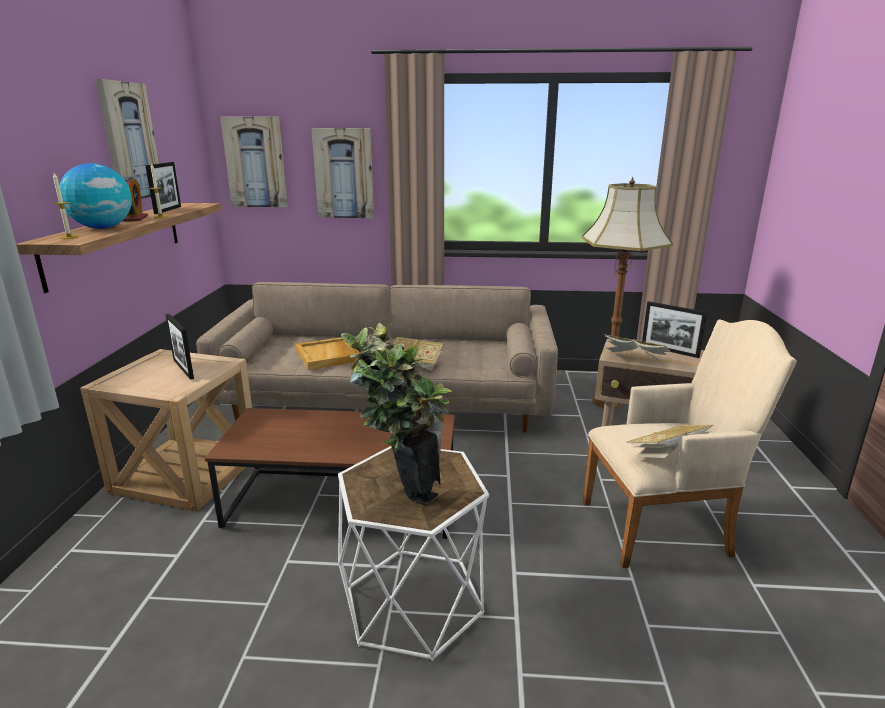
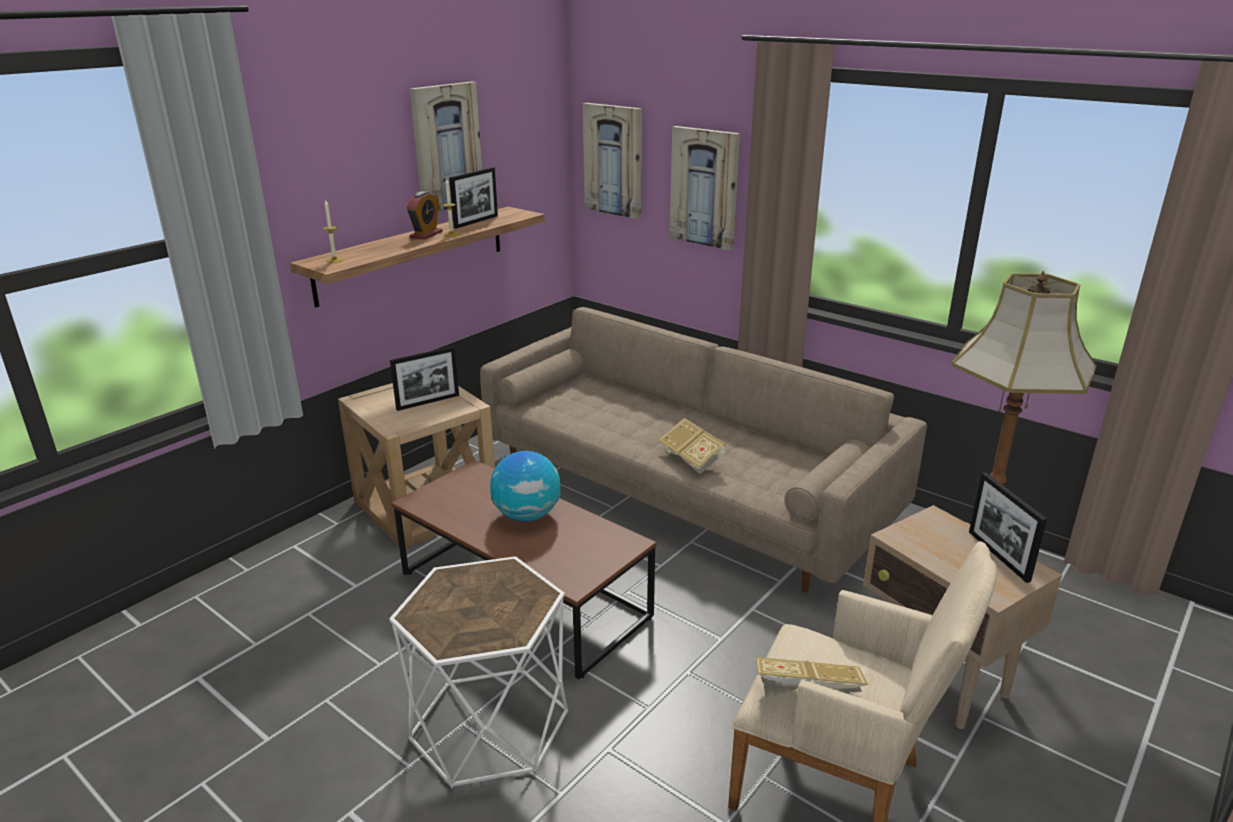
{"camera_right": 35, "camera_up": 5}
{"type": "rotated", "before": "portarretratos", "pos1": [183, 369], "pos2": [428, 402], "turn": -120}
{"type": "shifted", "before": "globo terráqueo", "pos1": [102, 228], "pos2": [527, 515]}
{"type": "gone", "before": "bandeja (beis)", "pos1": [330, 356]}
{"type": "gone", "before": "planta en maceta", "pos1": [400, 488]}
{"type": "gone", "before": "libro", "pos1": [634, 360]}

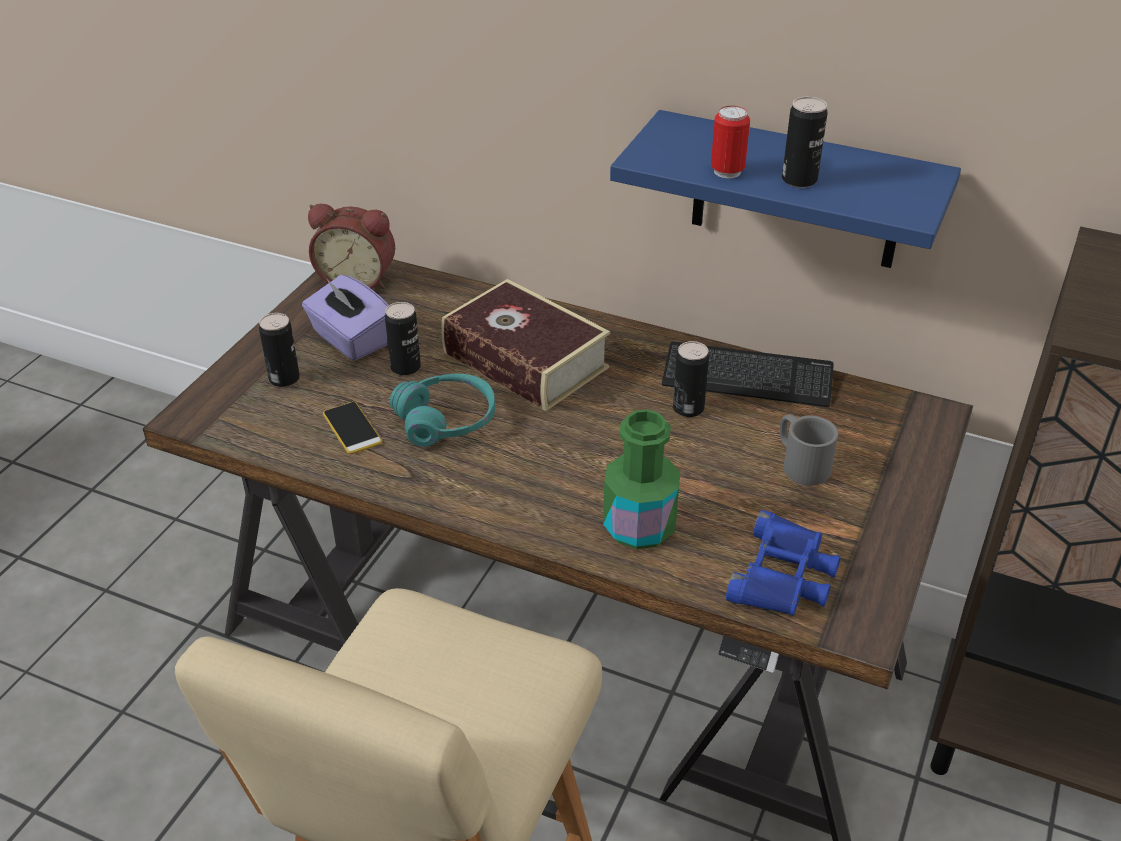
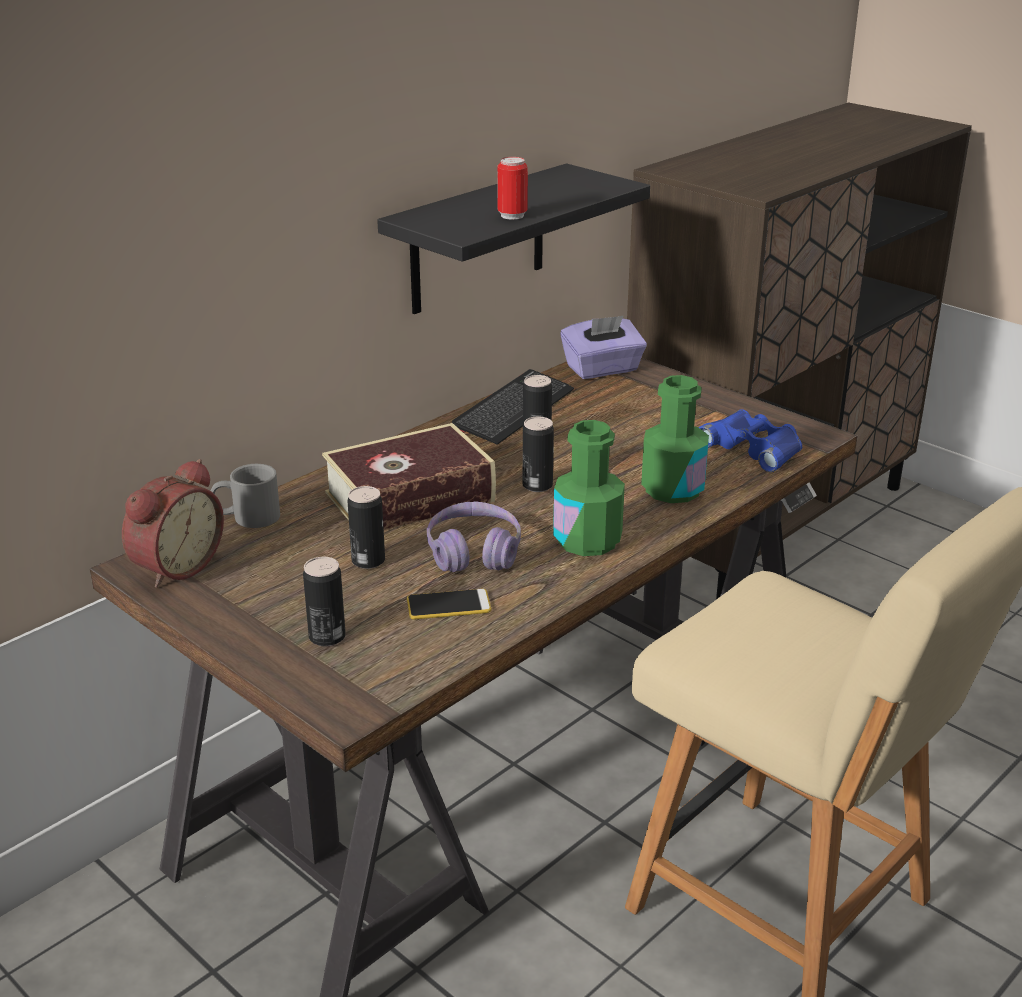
{"camera_right": -70, "camera_up": -10}
{"type": "shifted", "before": "taza grande (gris)", "pos1": [800, 463], "pos2": [246, 517]}
{"type": "repainted", "before": "estante (azul)", "after": "estante (negro)", "pos1": [796, 192], "pos2": [478, 240]}
{"type": "repainted", "before": "auriculares (turquesa)", "after": "auriculares (morado)", "pos1": [446, 421], "pos2": [474, 552]}
{"type": "shifted", "before": "lata", "pos1": [799, 180], "pos2": [537, 485]}
{"type": "new", "after": "botella (verde)", "pos2": [587, 540]}
{"type": "shifted", "before": "caja de pañuelos (morado)", "pos1": [350, 339], "pos2": [602, 369]}

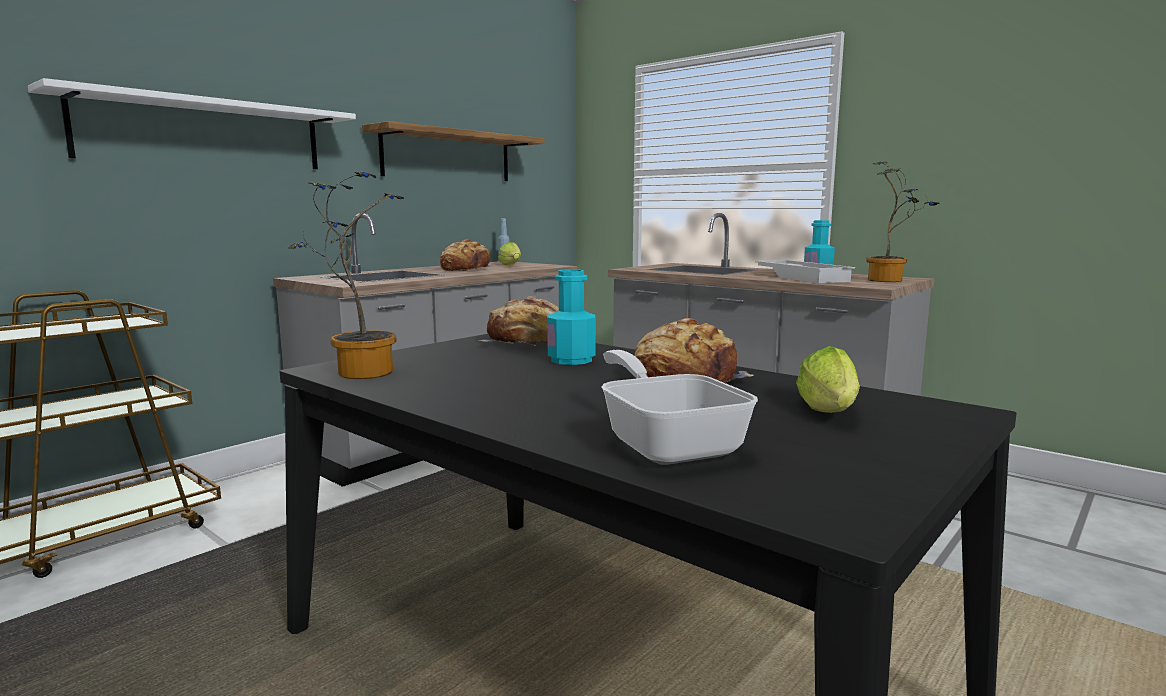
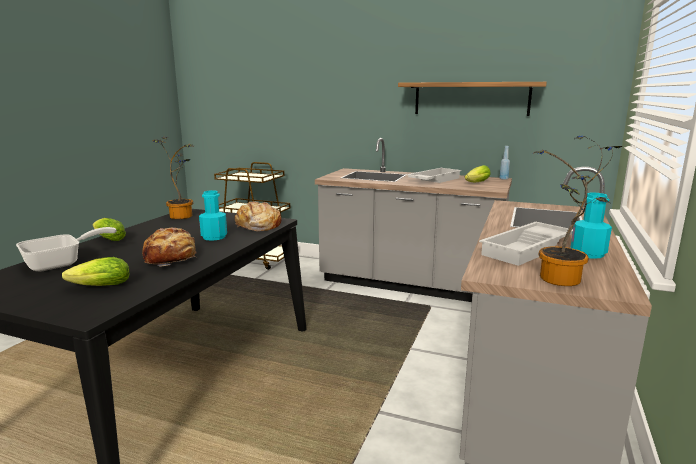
{"camera_right": 70, "camera_up": 5}
{"type": "new", "after": "lechuga", "pos2": [108, 239]}
{"type": "swapped", "before": "pan", "after": "bandeja (blanco)", "pos1": [466, 269], "pos2": [433, 180]}
{"type": "gone", "before": "estante (blanco)", "pos1": [205, 134]}

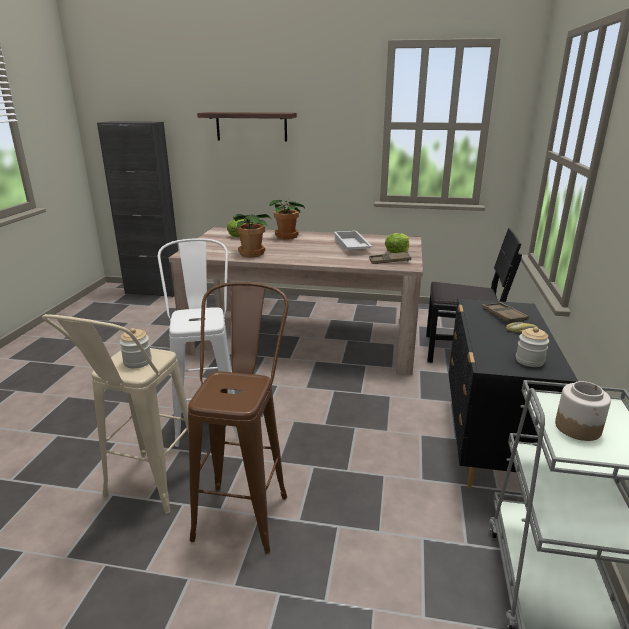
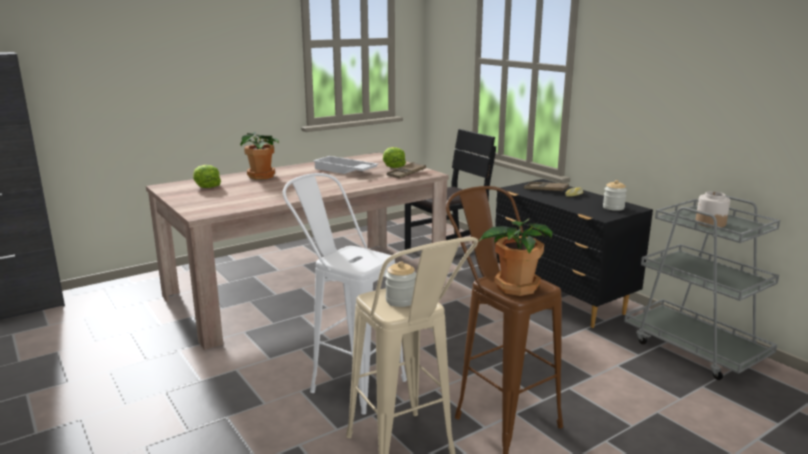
{"camera_right": -45, "camera_up": -5}
{"type": "shifted", "before": "planta en maceta", "pos1": [251, 253], "pos2": [515, 287]}
{"type": "gone", "before": "estante", "pos1": [251, 126]}

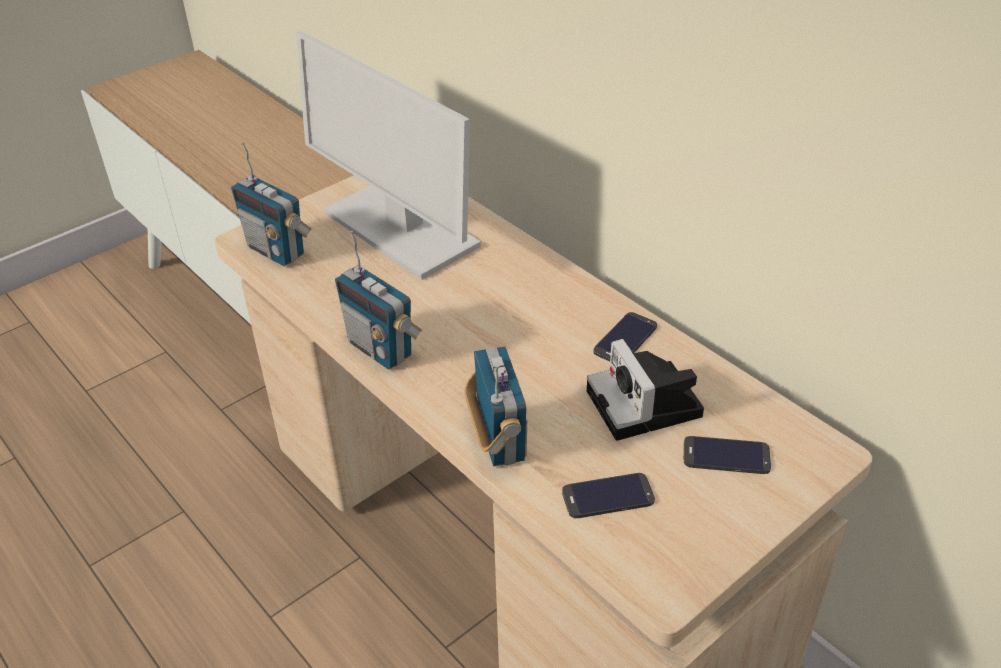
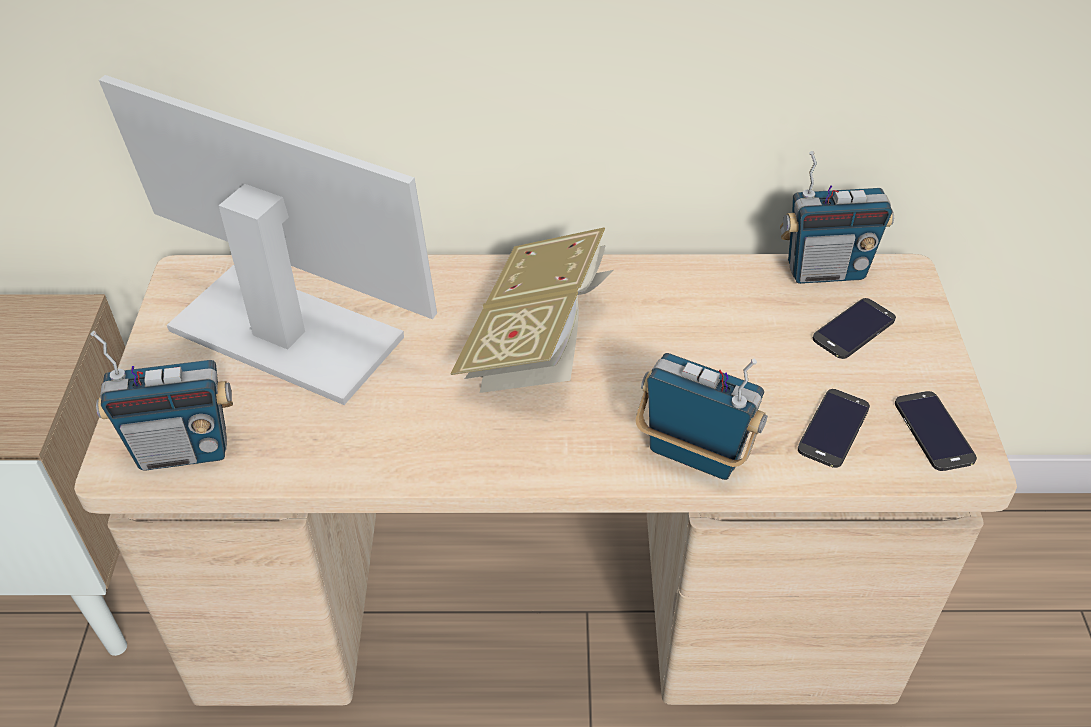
{"camera_right": -50, "camera_up": 5}
{"type": "rotated", "before": "monitor", "pos1": [398, 229], "pos2": [288, 334], "turn": -150}
{"type": "new", "after": "libro", "pos2": [537, 343]}
{"type": "shifted", "before": "radio", "pos1": [381, 349], "pos2": [825, 271]}
{"type": "shifted", "before": "móvil", "pos1": [625, 339], "pos2": [933, 431]}
{"type": "gone", "before": "cámara", "pos1": [647, 406]}

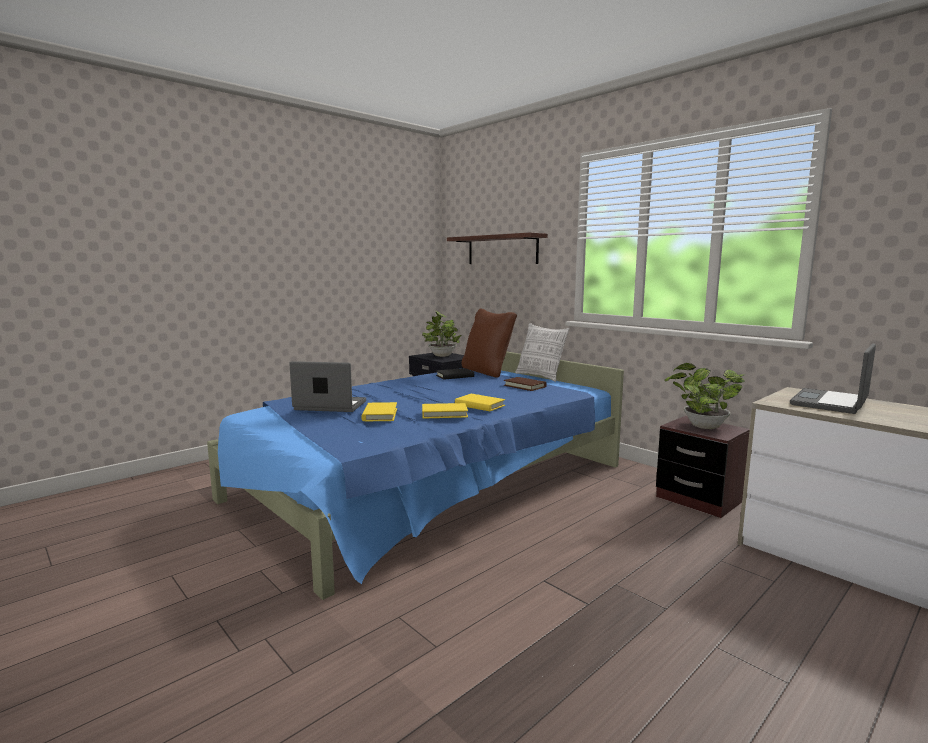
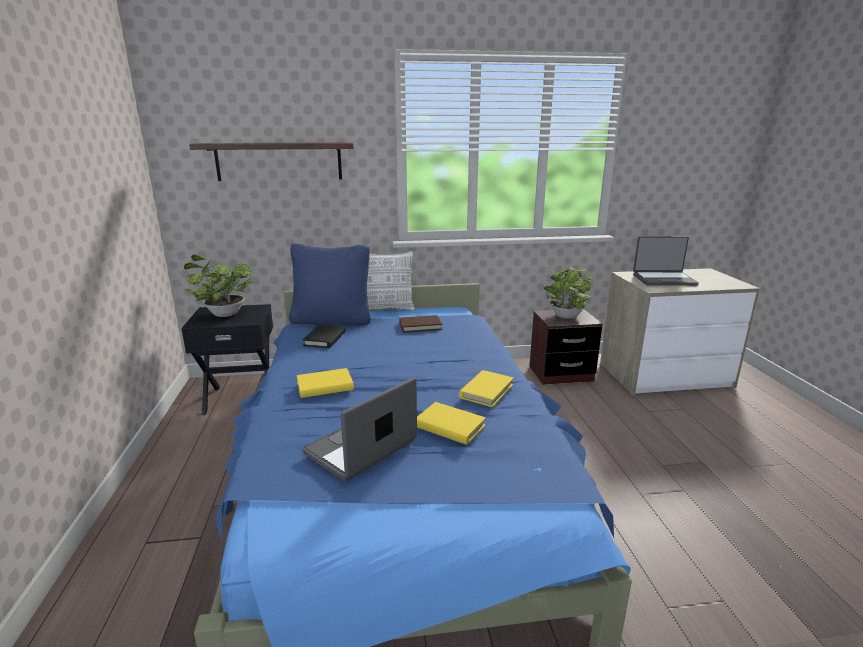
{"camera_right": -55, "camera_up": 10}
{"type": "repainted", "before": "cojín (marrón)", "after": "cojín (azul)", "pos1": [487, 371], "pos2": [332, 320]}
{"type": "shifted", "before": "libro (amarillo)", "pos1": [479, 405], "pos2": [325, 386]}
{"type": "rotated", "before": "portátil", "pos1": [831, 403], "pos2": [663, 279], "turn": -75}

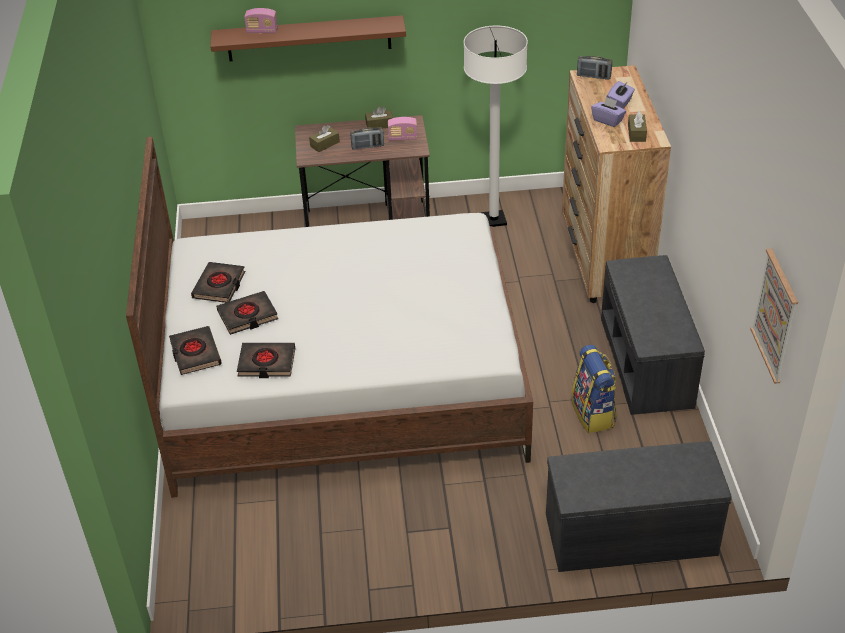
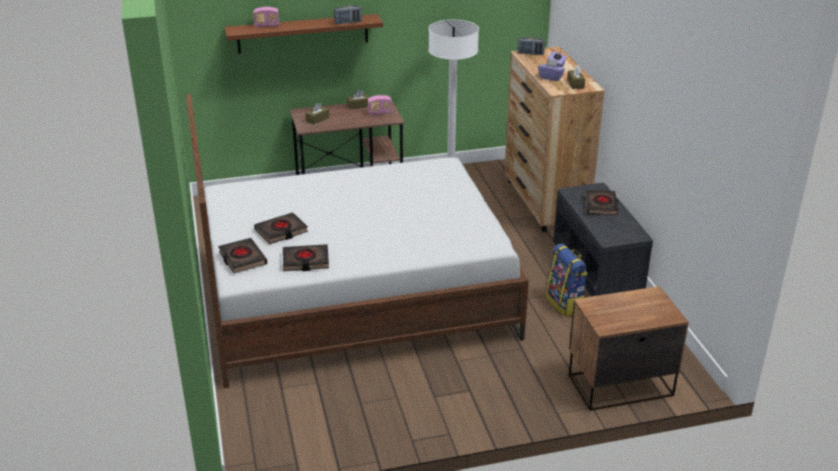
{"camera_right": -10, "camera_up": -10}
{"type": "shifted", "before": "radio", "pos1": [367, 146], "pos2": [348, 22]}
{"type": "swapped", "before": "banco (gris)", "after": "mesita de noche", "pos1": [629, 536], "pos2": [618, 384]}
{"type": "shifted", "before": "libro (negro)", "pos1": [219, 286], "pos2": [601, 205]}
{"type": "gone", "before": "cuadro", "pos1": [775, 316]}

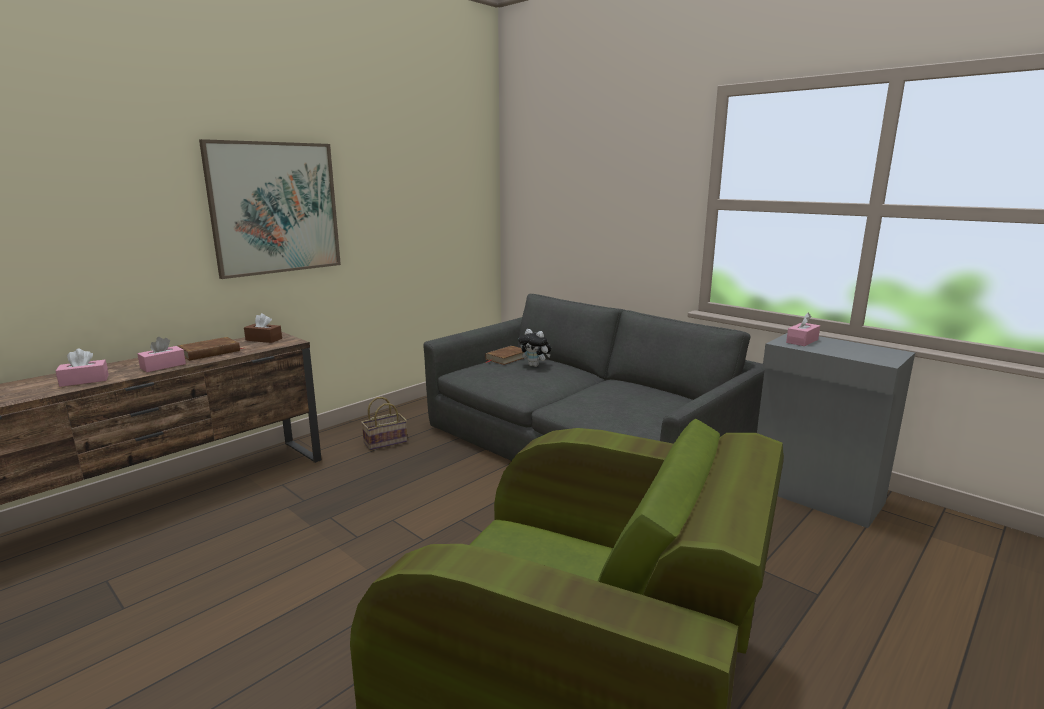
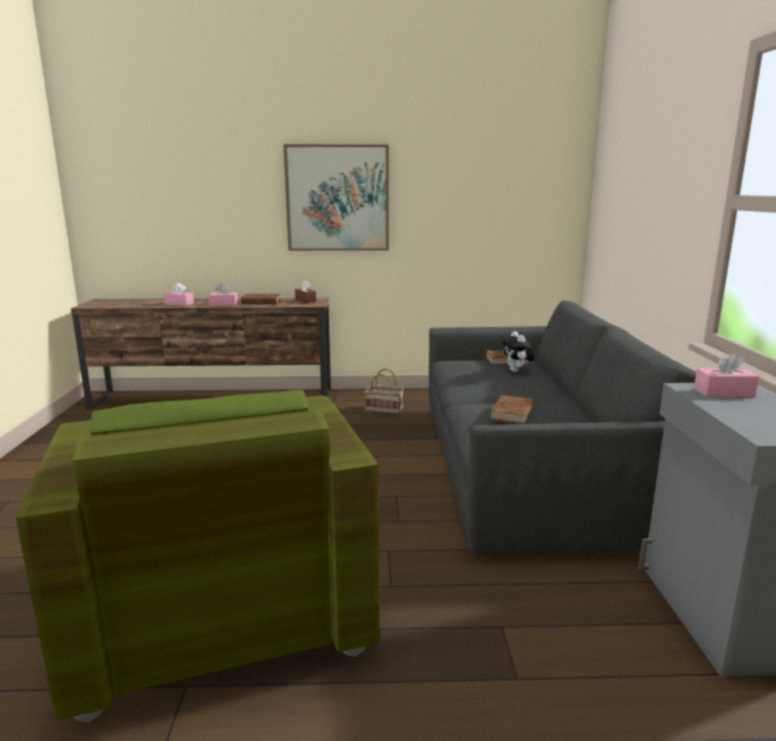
{"camera_right": 45, "camera_up": 0}
{"type": "new", "after": "libro (marrón)", "pos2": [511, 413]}

